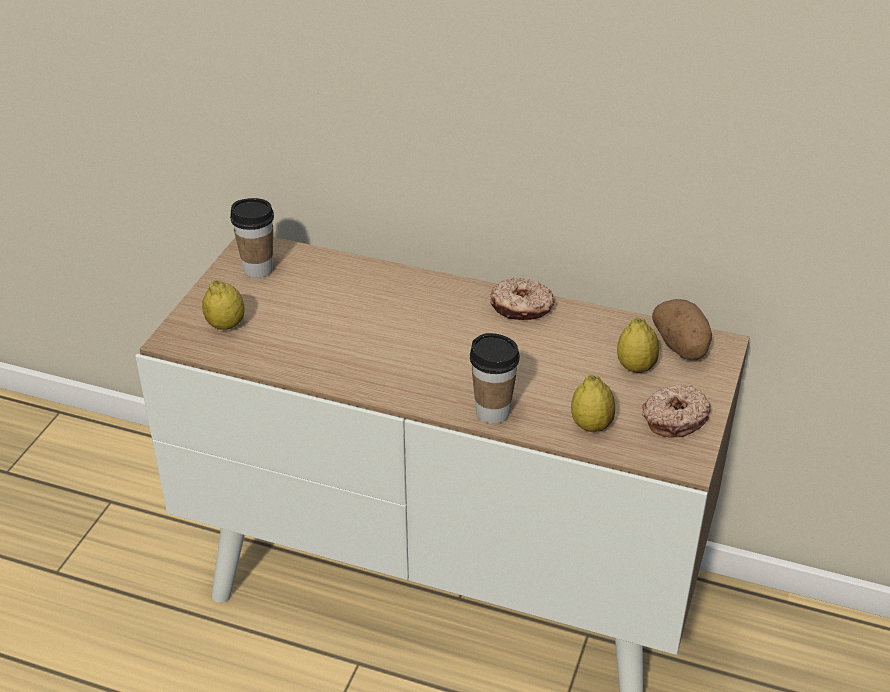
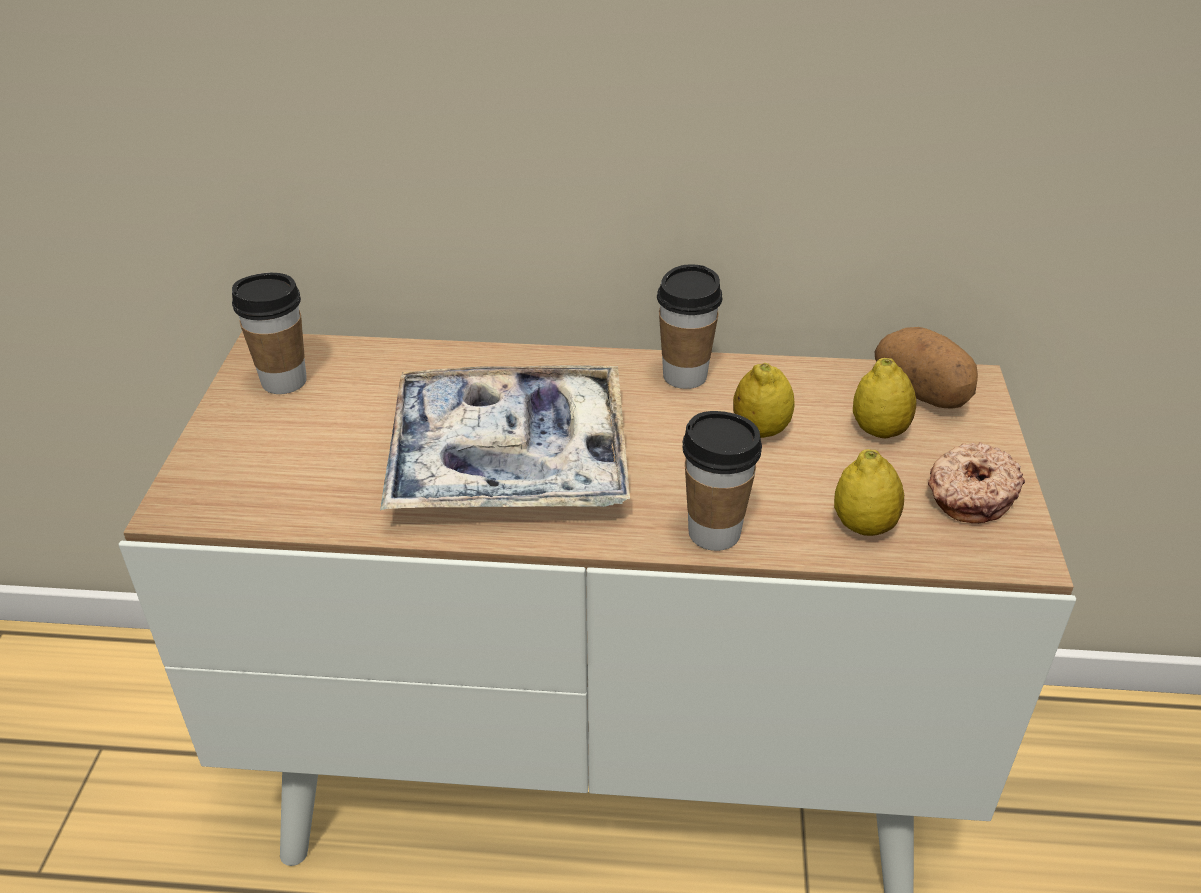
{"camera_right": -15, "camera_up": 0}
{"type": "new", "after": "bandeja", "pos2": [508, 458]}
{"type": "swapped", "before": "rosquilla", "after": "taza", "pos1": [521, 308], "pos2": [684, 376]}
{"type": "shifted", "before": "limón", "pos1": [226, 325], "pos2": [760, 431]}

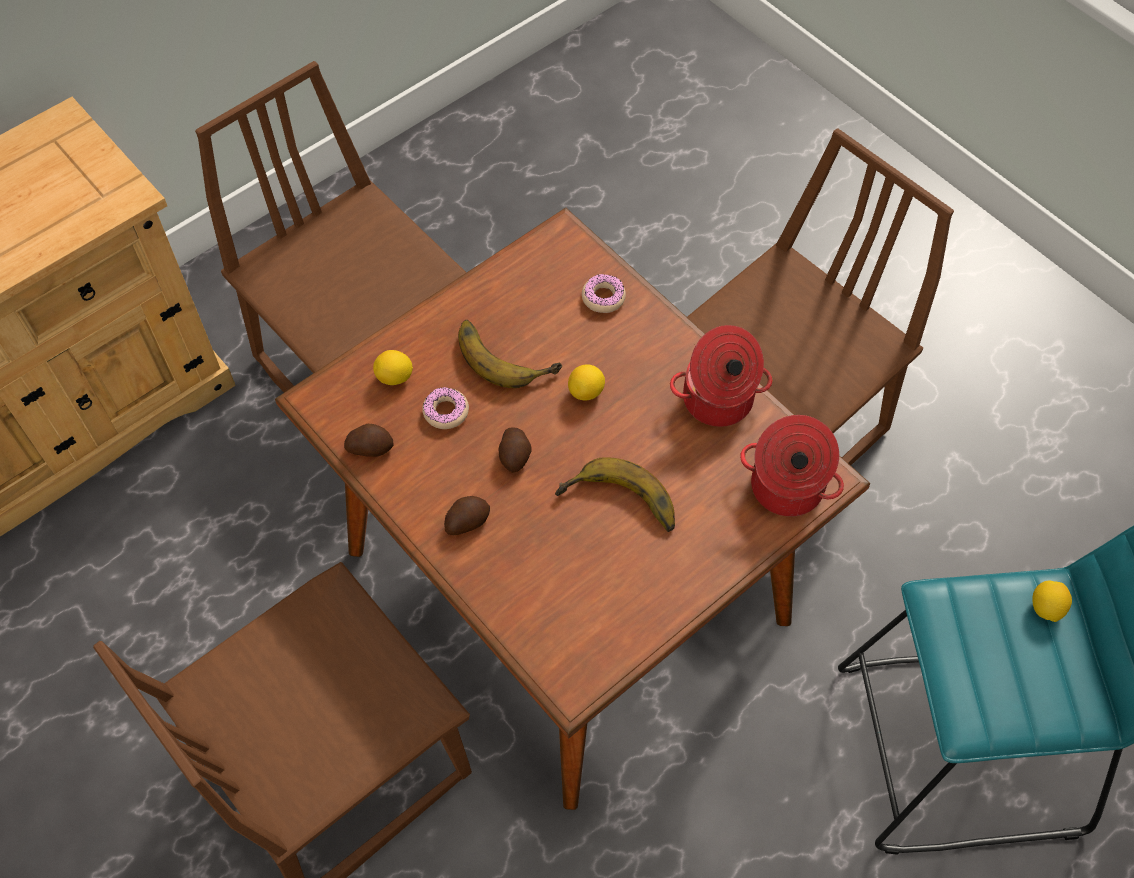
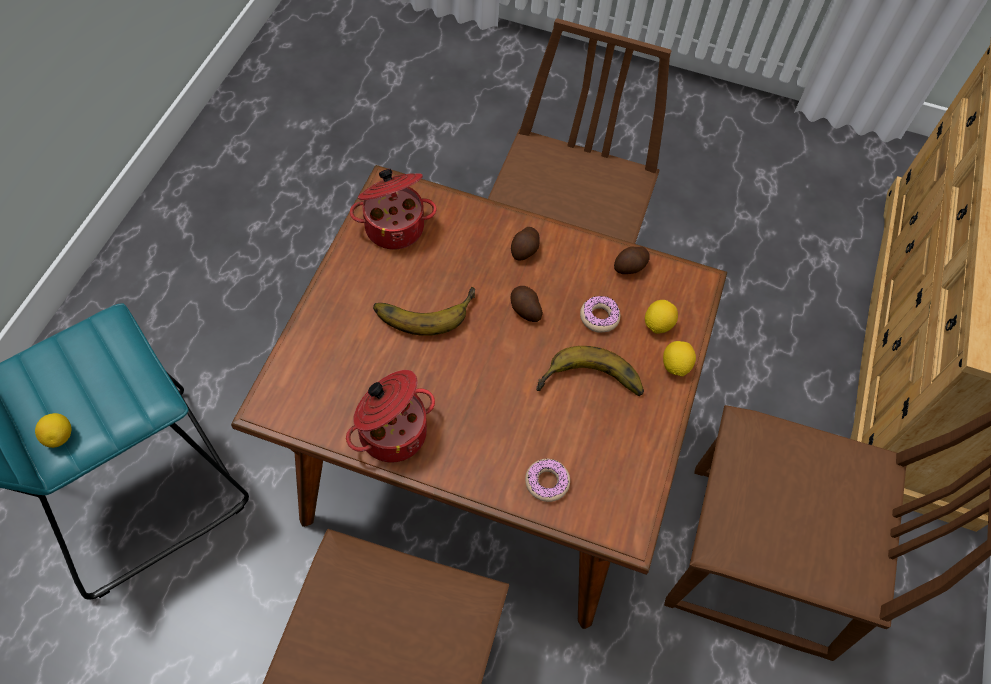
{"camera_right": 145, "camera_up": 0}
{"type": "shifted", "before": "olla", "pos1": [786, 488], "pos2": [394, 226]}
{"type": "shifted", "before": "limón", "pos1": [586, 392], "pos2": [675, 366]}

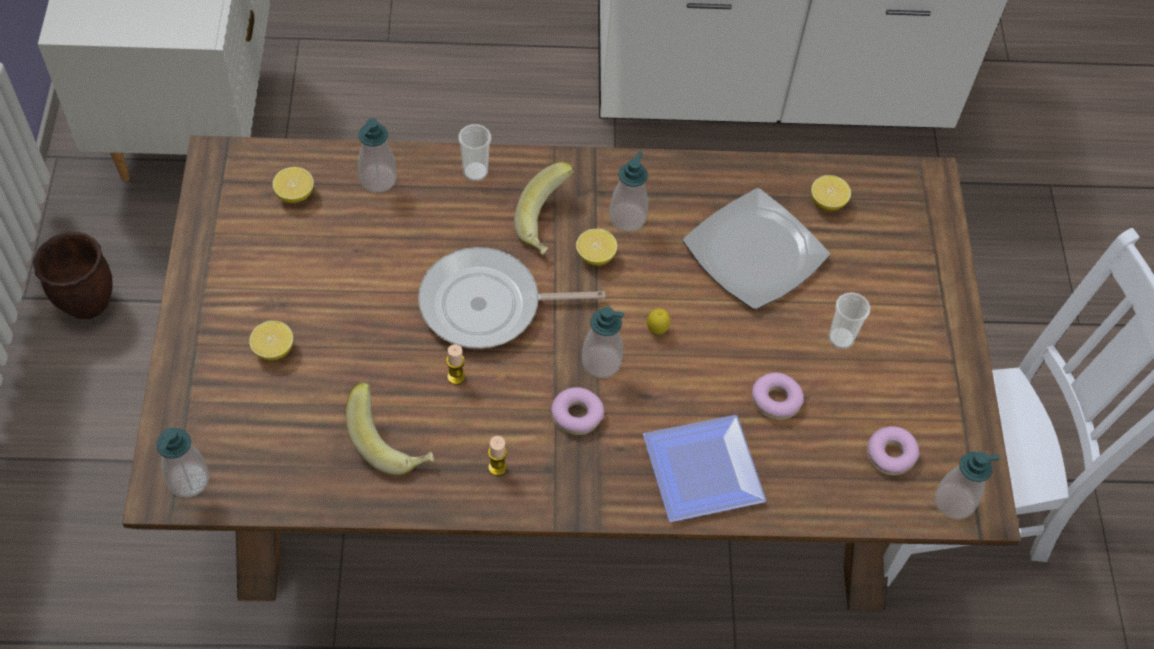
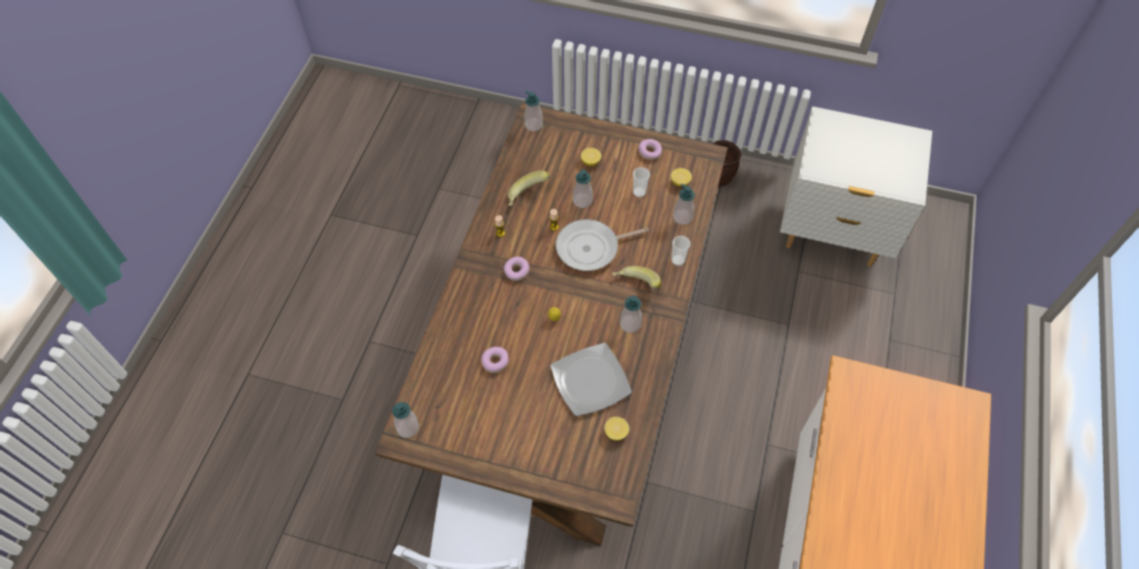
{"camera_right": 110, "camera_up": 0}
{"type": "rotated", "before": "sartén", "pos1": [487, 305], "pos2": [591, 248], "turn": -120}
{"type": "shifted", "before": "dispensador de jabón", "pos1": [601, 362], "pos2": [582, 201]}
{"type": "shifted", "before": "taza", "pos1": [841, 338], "pos2": [639, 192]}
{"type": "shifted", "before": "rosquilla", "pos1": [890, 454], "pos2": [649, 152]}
{"type": "gone", "before": "limón", "pos1": [595, 256]}
{"type": "gone", "before": "plato", "pos1": [707, 473]}

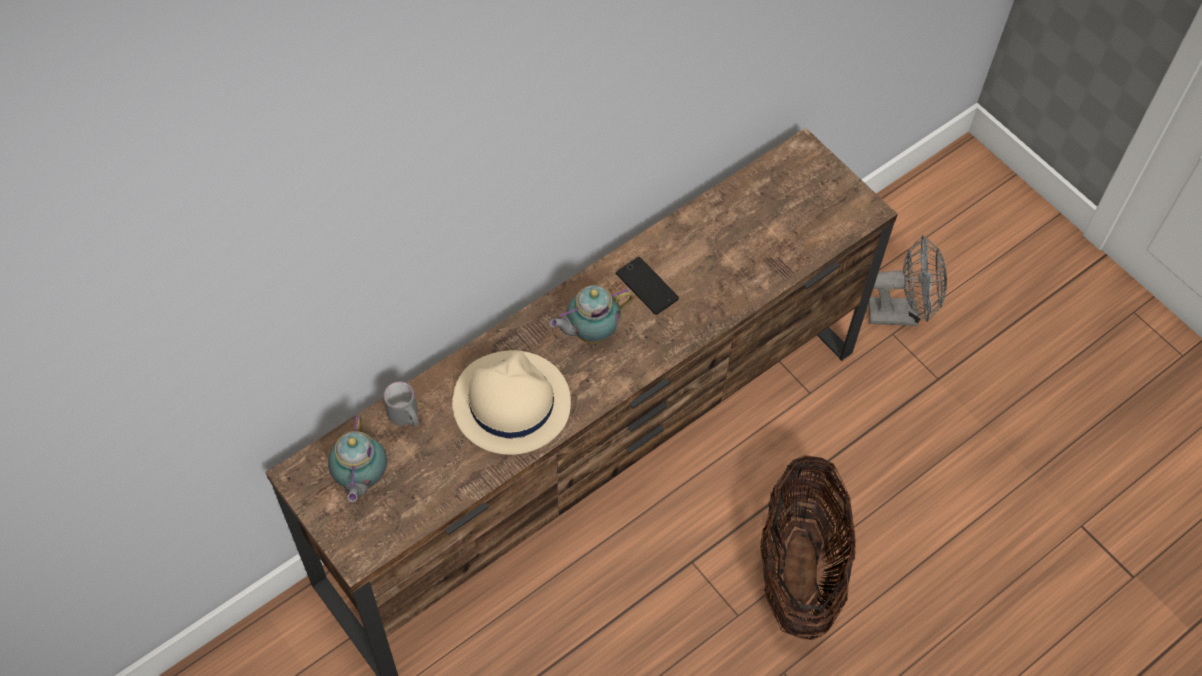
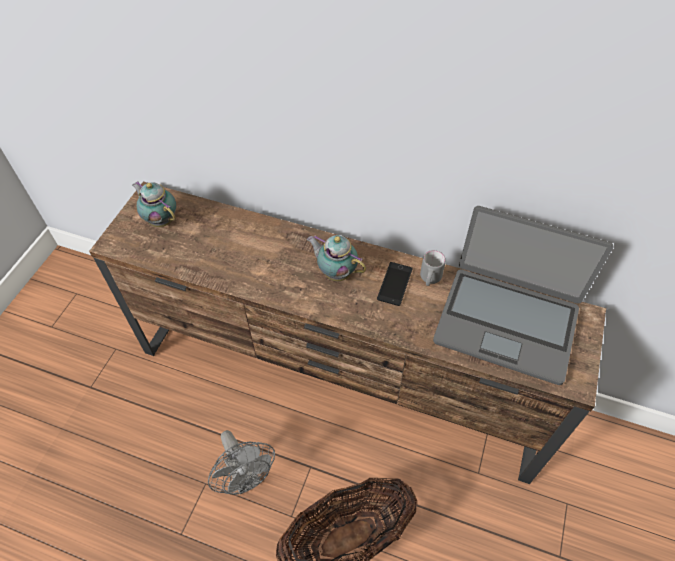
{"camera_right": 60, "camera_up": -5}
{"type": "rotated", "before": "tetera", "pos1": [360, 479], "pos2": [161, 220], "turn": 75}
{"type": "shifted", "before": "ventilador (gris)", "pos1": [901, 313], "pos2": [246, 478]}
{"type": "shifted", "before": "taza grande (gris)", "pos1": [406, 417], "pos2": [429, 279]}
{"type": "new", "after": "portátil", "pos2": [506, 323]}
{"type": "gone", "before": "sombrero (beis)", "pos1": [510, 403]}

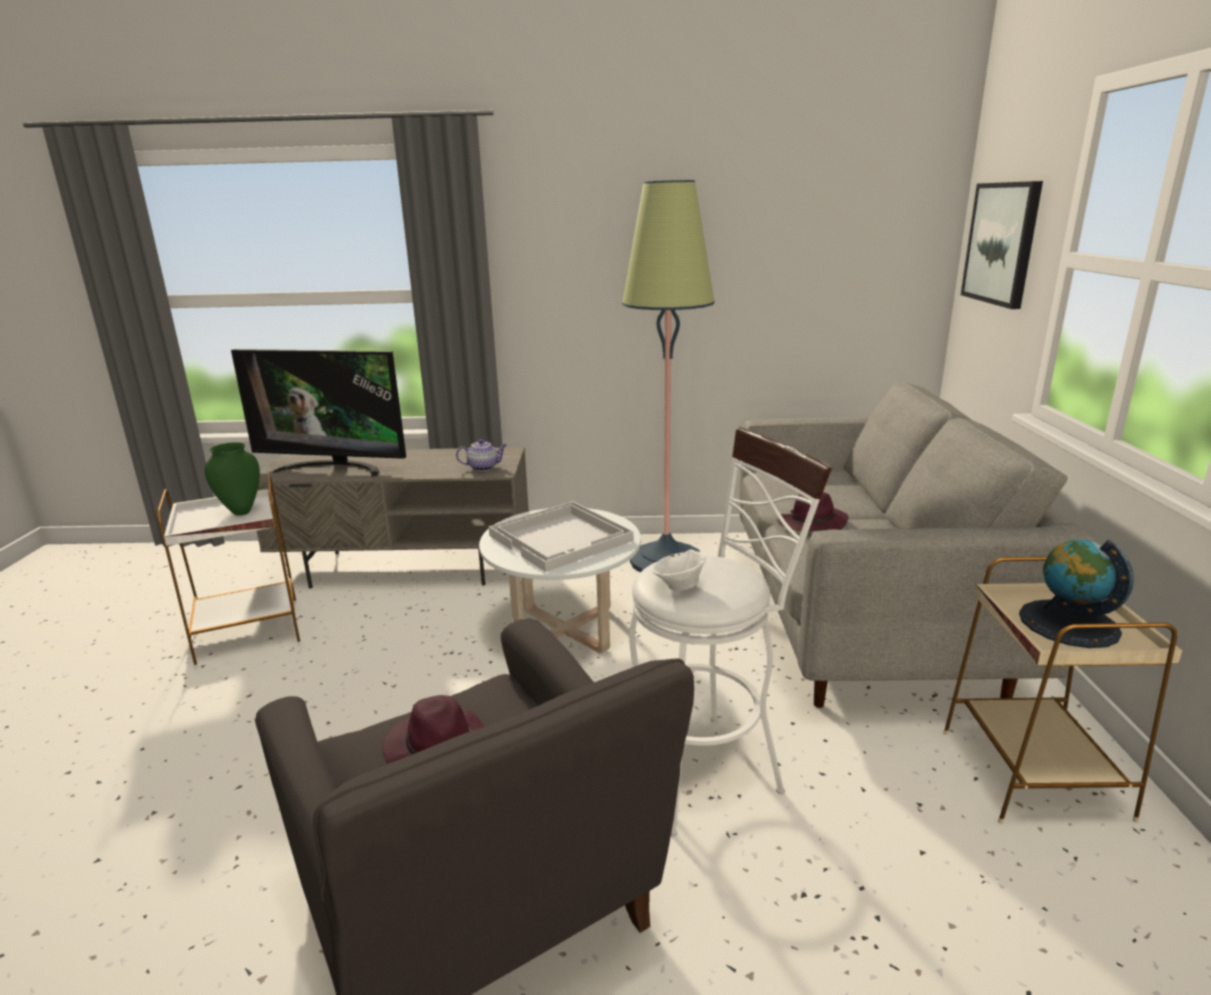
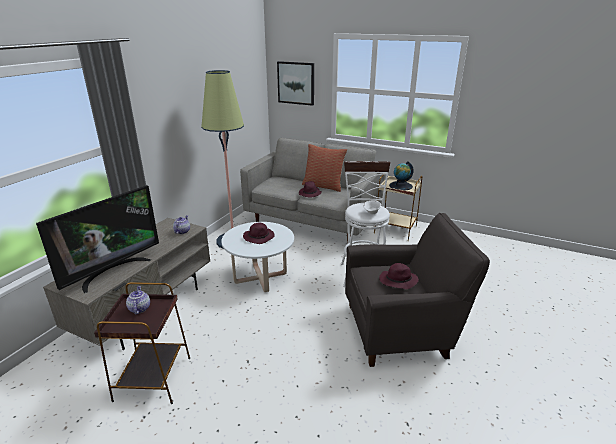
{"camera_right": -65, "camera_up": 5}
{"type": "repainted", "before": "mesa auxiliar (blanco)", "after": "mesa auxiliar (marrón)", "pos1": [250, 633], "pos2": [154, 378]}
{"type": "swapped", "before": "florero (verde)", "after": "tetera", "pos1": [241, 511], "pos2": [139, 308]}
{"type": "swapped", "before": "bandeja (blanco)", "after": "sombrero (morado)", "pos1": [562, 538], "pos2": [259, 237]}
{"type": "new", "after": "cojín", "pos2": [323, 186]}

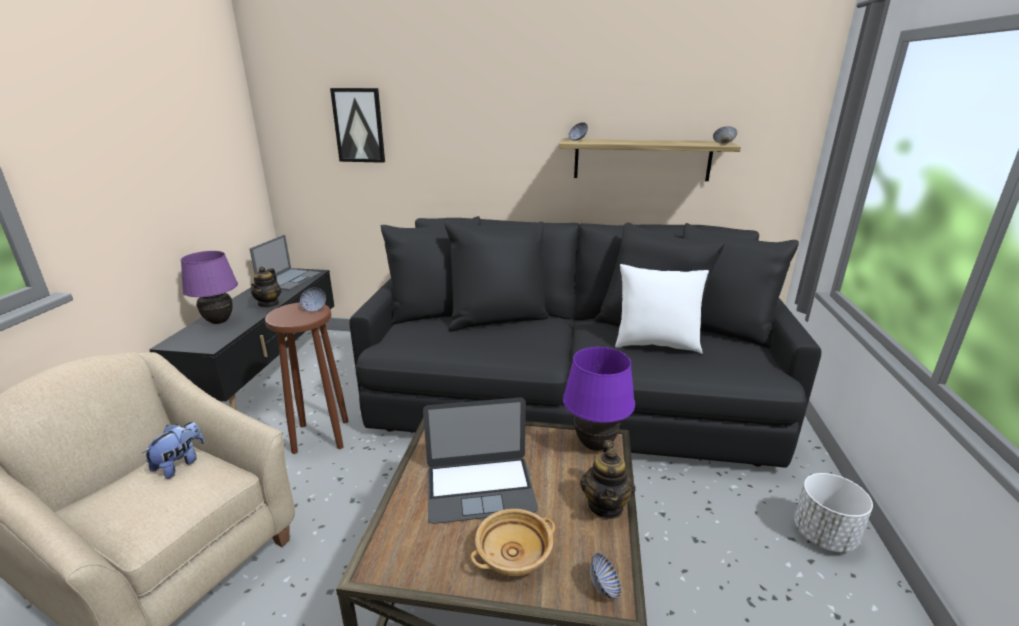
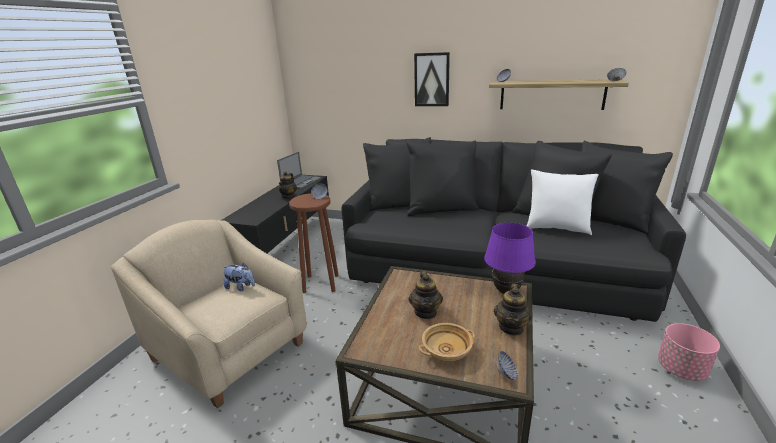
{"camera_right": 10, "camera_up": 0}
{"type": "rotated", "before": "peluche", "pos1": [180, 464], "pos2": [241, 287], "turn": 75}
{"type": "swapped", "before": "portátil", "after": "tetera", "pos1": [480, 488], "pos2": [426, 312]}
{"type": "shifted", "before": "cuadro", "pos1": [359, 125], "pos2": [432, 79]}
{"type": "repainted", "before": "maceta (blanco)", "after": "maceta (rosa)", "pos1": [824, 535], "pos2": [681, 369]}
{"type": "gone", "before": "lámpara de mesa (morado)", "pos1": [219, 321]}

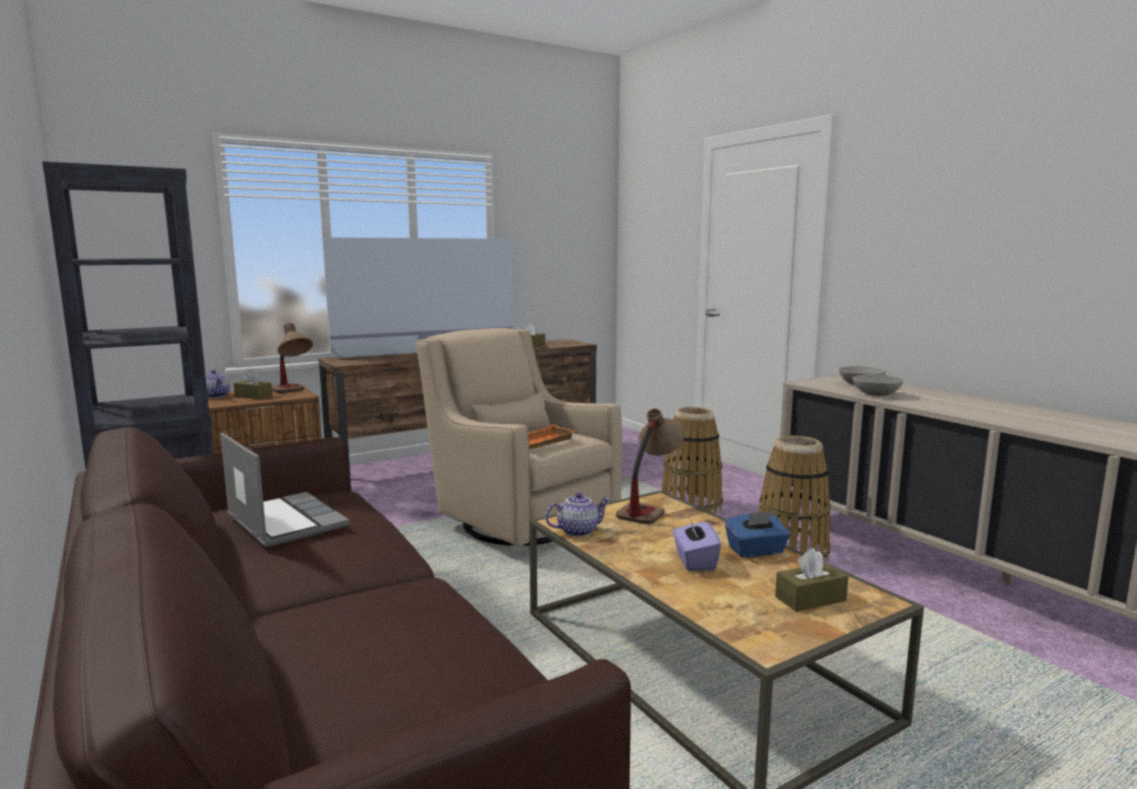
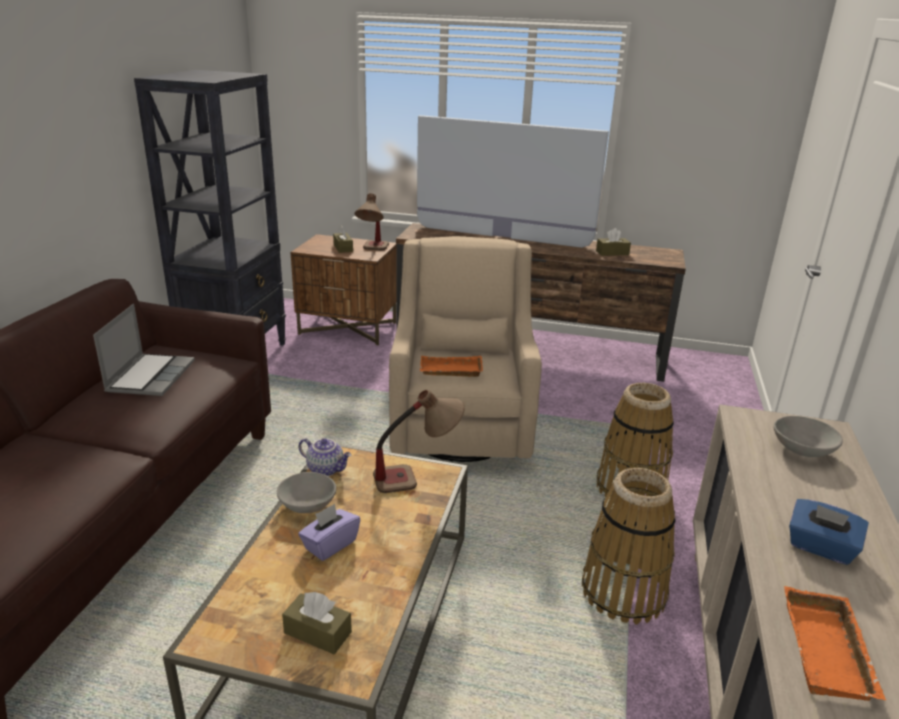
{"camera_right": 45, "camera_up": 15}
{"type": "shifted", "before": "cuenco (gris)", "pos1": [876, 395], "pos2": [307, 505]}
{"type": "new", "after": "bandeja (naranja)", "pos2": [830, 653]}
{"type": "shifted", "before": "caja de pañuelos (azul)", "pos1": [756, 551], "pos2": [820, 547]}
{"type": "gone", "before": "tetera", "pos1": [216, 396]}

